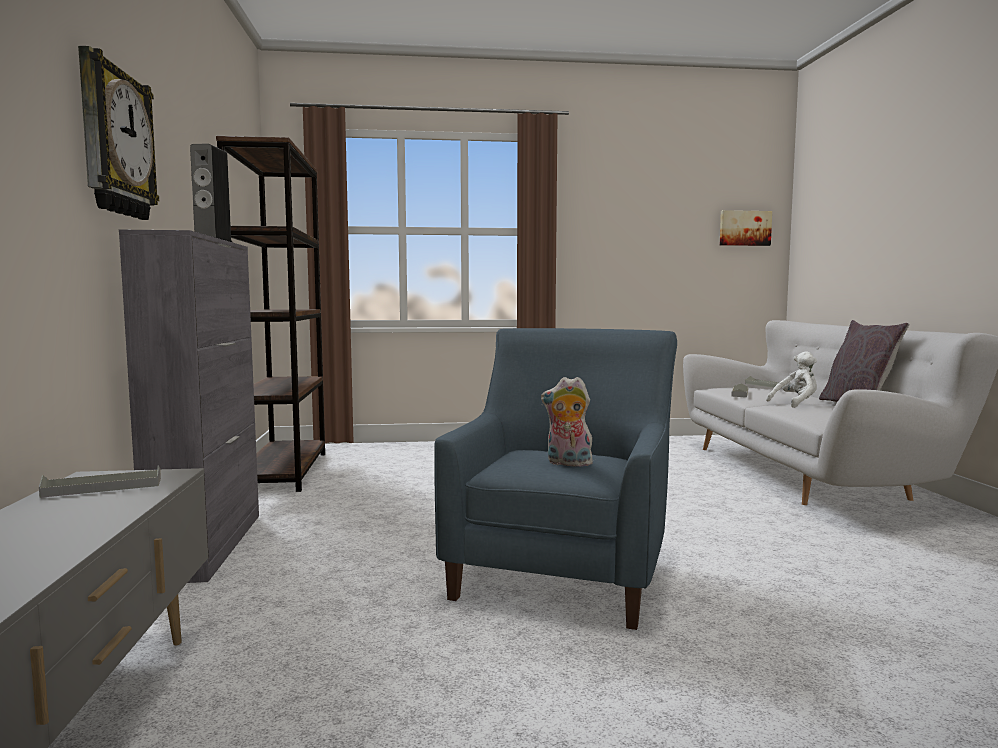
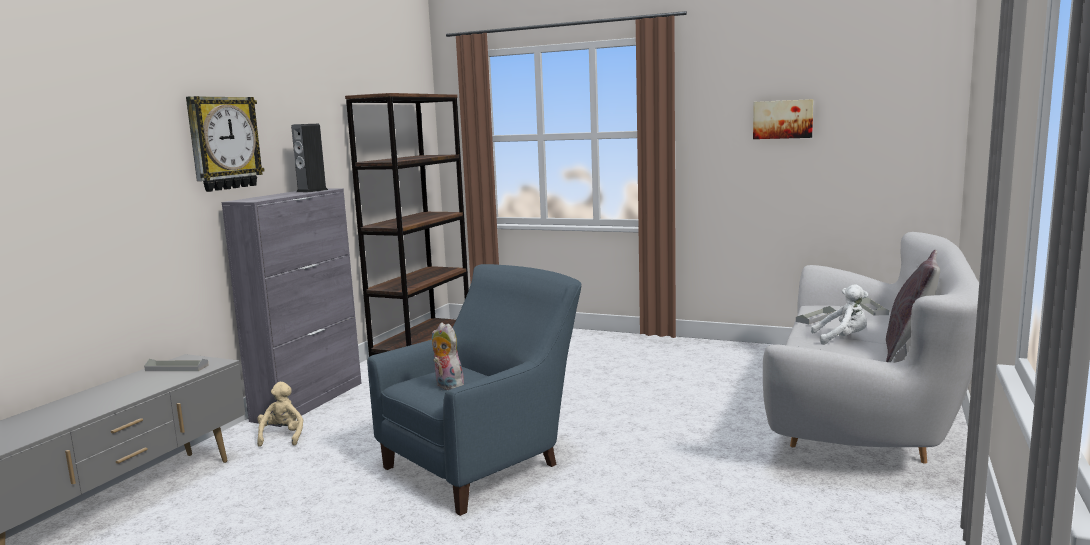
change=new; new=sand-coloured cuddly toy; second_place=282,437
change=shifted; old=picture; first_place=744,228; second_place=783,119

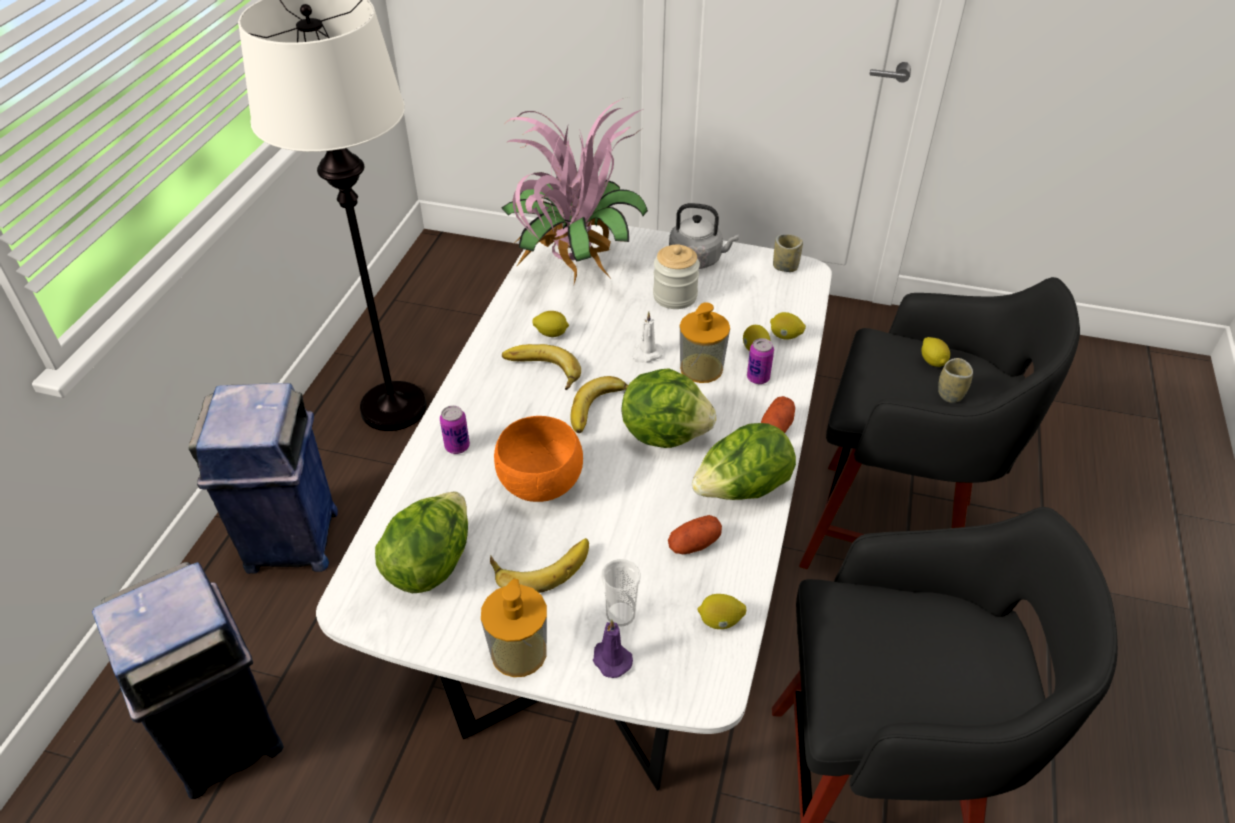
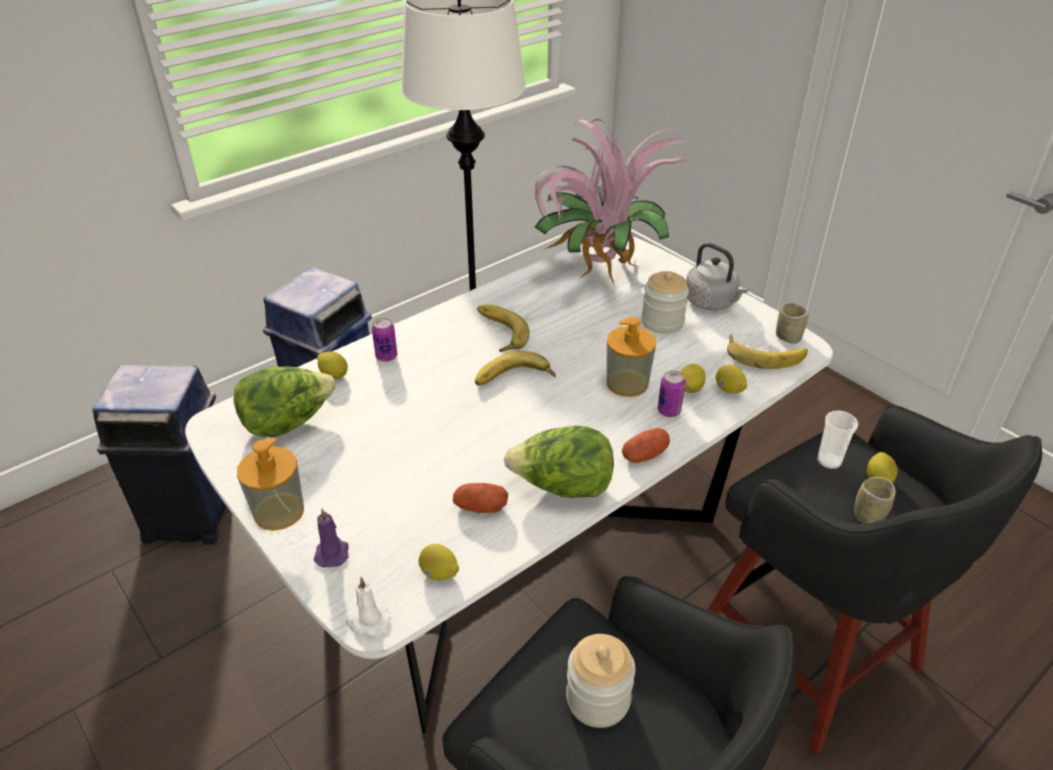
change=gone; old=orange-coloured deep dish; first_place=541,486
change=gone; old=lettuce head; first_place=665,432
change=new; new=preserve jar; second_place=598,699
change=shifted; old=whole banana; first_place=541,564; second_place=764,354
change=shifted; old=citrus fruit; first_place=551,334; second_place=334,375
change=shifted; old=small cup; first_place=620,614; second_place=829,461
change=shifted; old=whitish wax candle; first_place=646,354; second_place=368,622

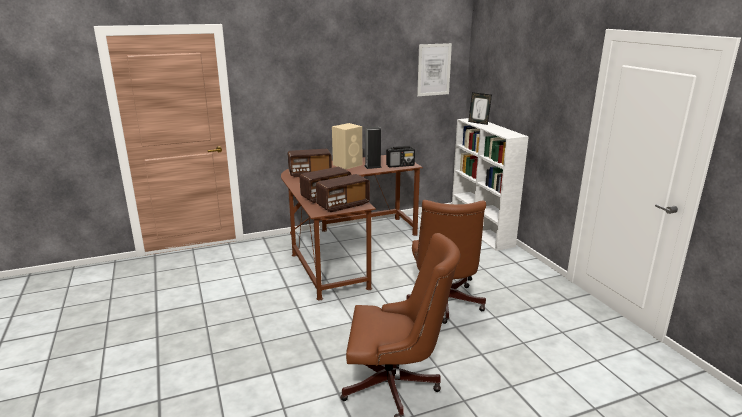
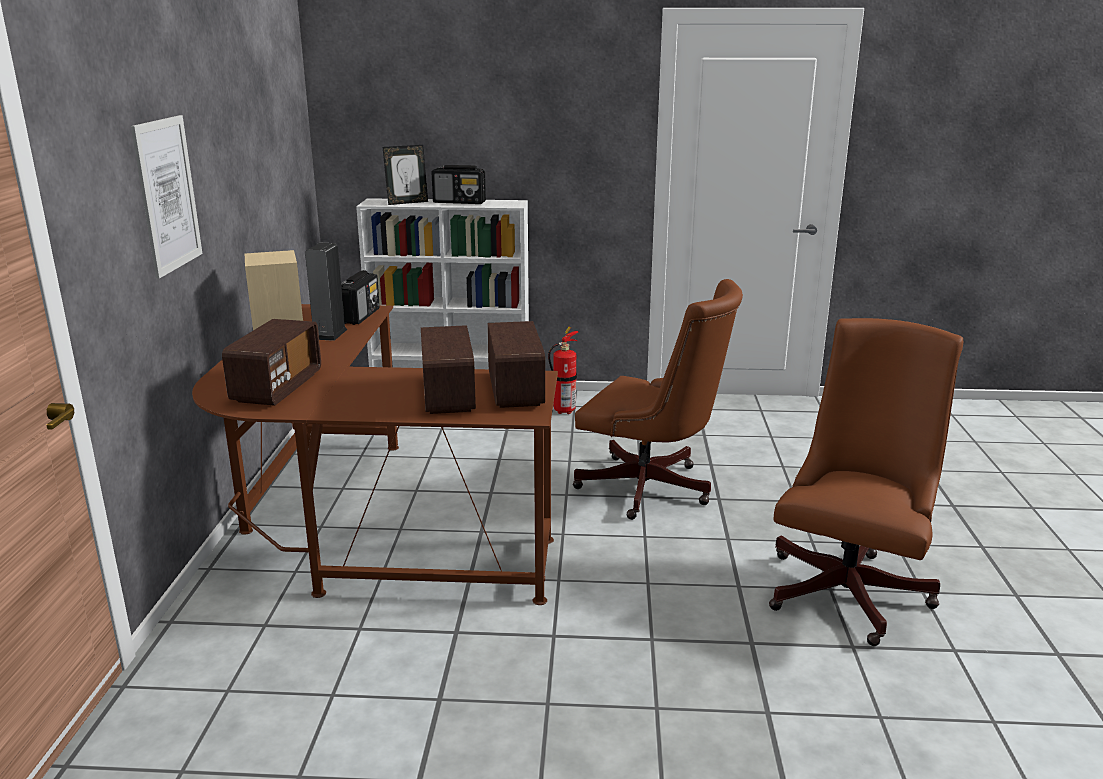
change=new; new=radio set; second_place=460,202
change=new; new=extinguisher; second_place=562,412
change=shifted; old=picture; first_place=434,69; second_place=167,195

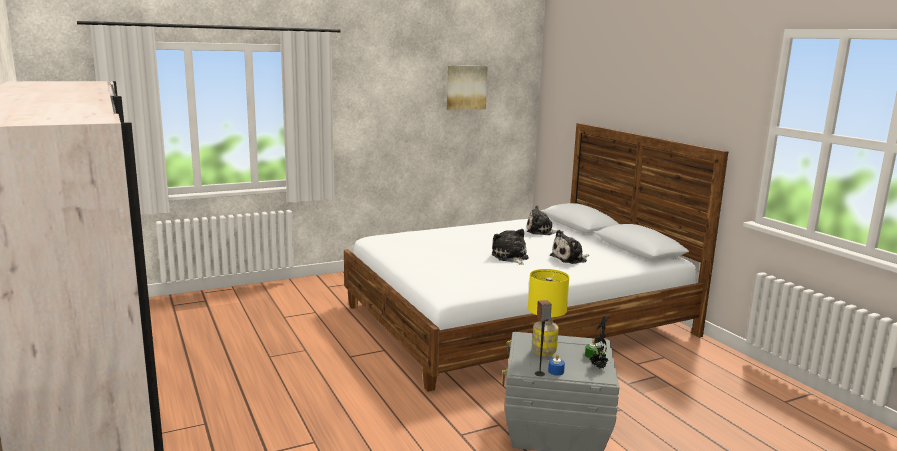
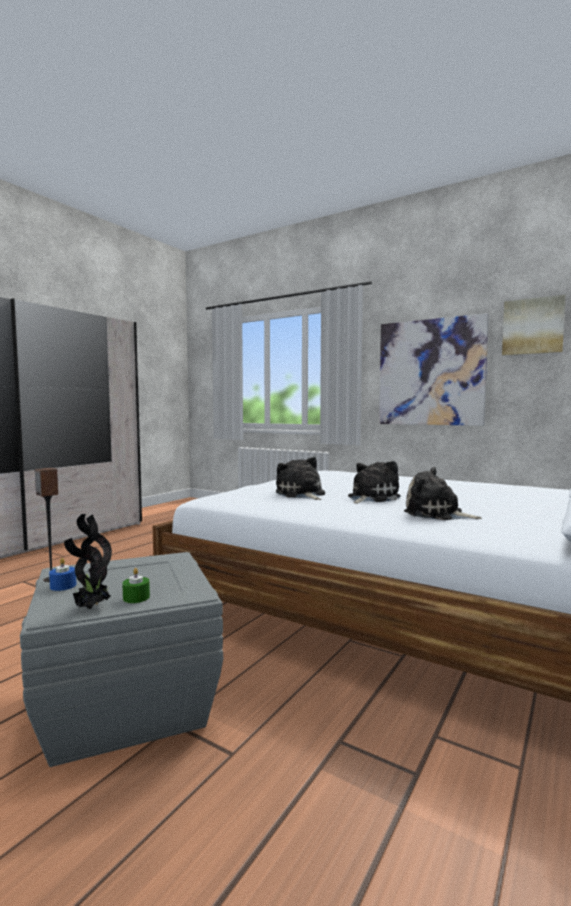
change=gone; old=yellow-coloured tabletop lamp; first_place=544,352
change=new; new=picture; second_place=430,372
change=shifted; old=cuddly toy; first_place=541,231; second_place=301,494

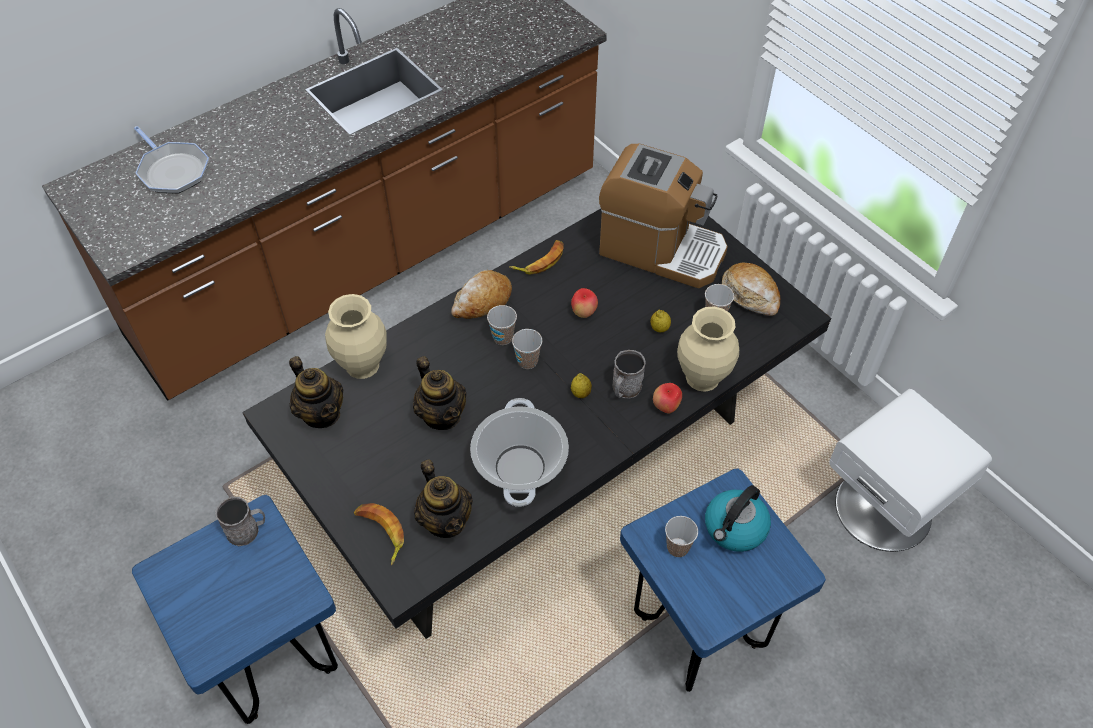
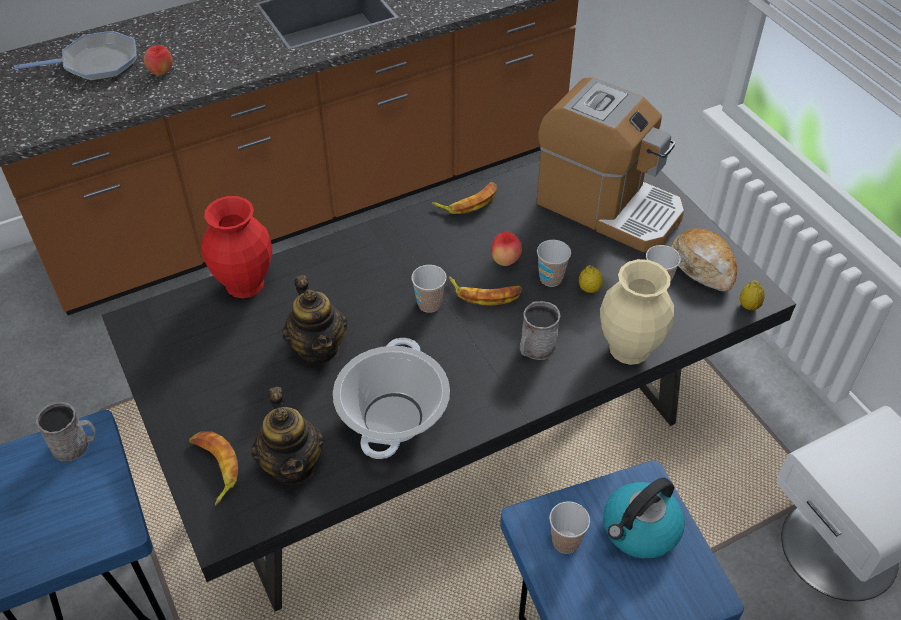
change=gone; old=tea pot; first_place=321,413
change=gone; old=bakery bread; first_place=482,302
change=new; new=whole banana; second_place=485,294
change=shifted; old=small cup; first_place=503,337; second_place=551,278
change=shifted; old=citrus fruit; first_place=580,393; second_place=749,306
change=shifted; old=apple; first_place=666,407; second_place=161,73
change=repainted; old=sand-coloured vase; new=red vase; first_place=364,365; second_place=246,284
change=rotated; old=pan; first_place=172,170; second_place=96,63; degrees=-75

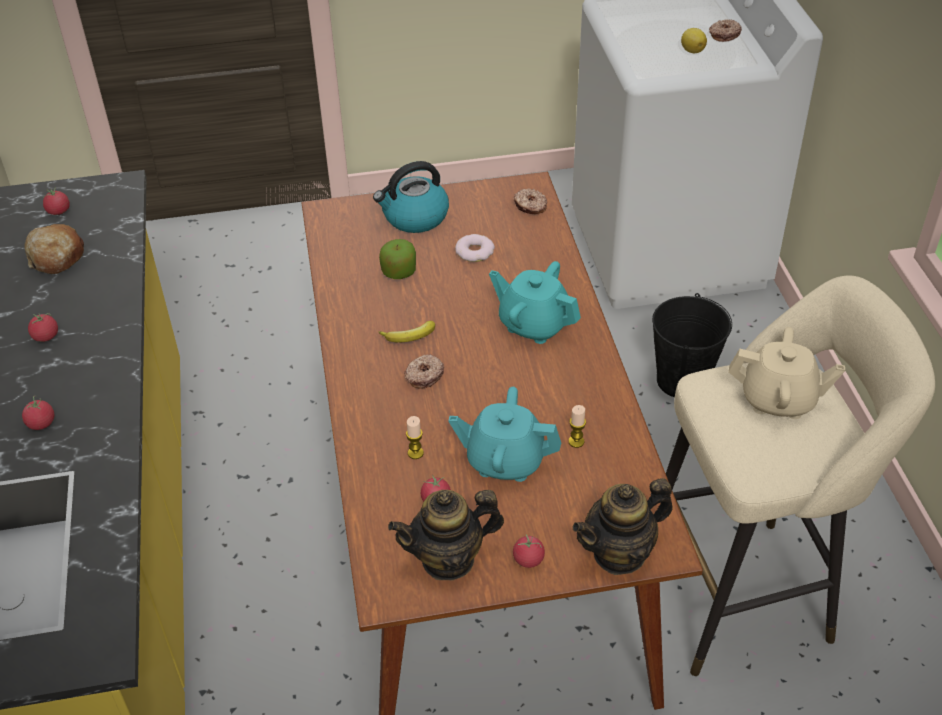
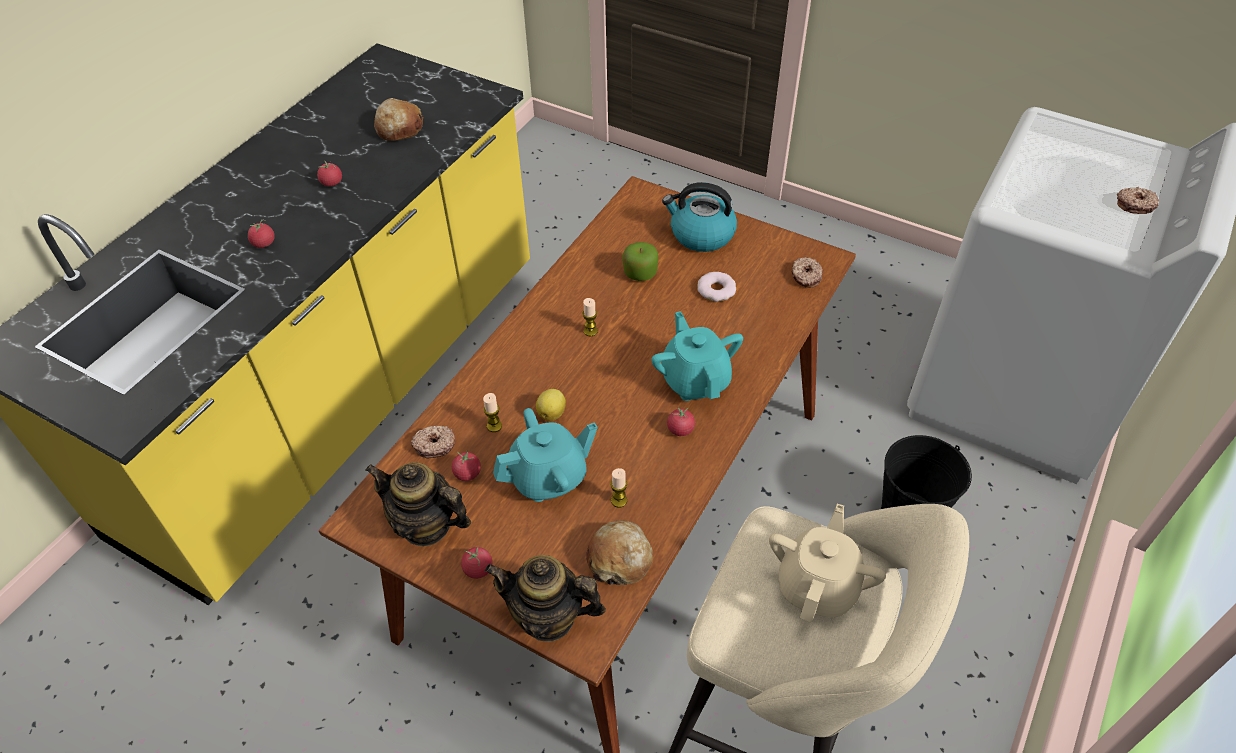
change=new; new=bakery bread; second_place=620,559
change=shifted; old=whole tomato; first_place=59,211; second_place=680,429
change=shifted; old=doughnut; first_place=424,375; second_place=434,445
change=shifted; old=citrus fruit; first_place=692,50; second_place=552,413
change=swapped; old=whole banana; new=wax candle; first_place=410,337; second_place=590,331
change=rotated; old=turquoise-coloured tea pot; first_place=504,460; second_place=549,477; degrees=105
change=rotated; old=sand-coloured tea pot; first_place=778,400; second_place=818,585; degrees=-120

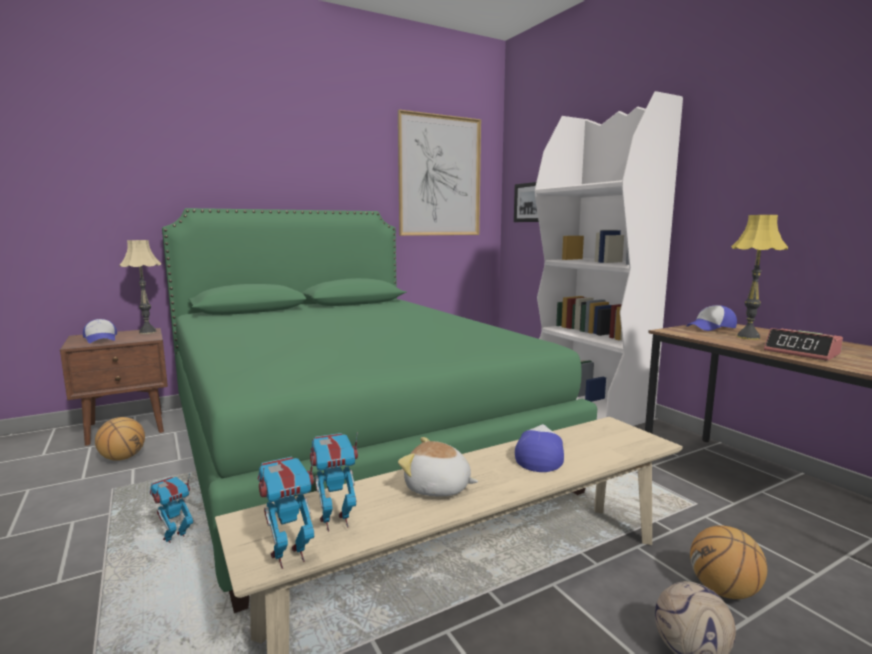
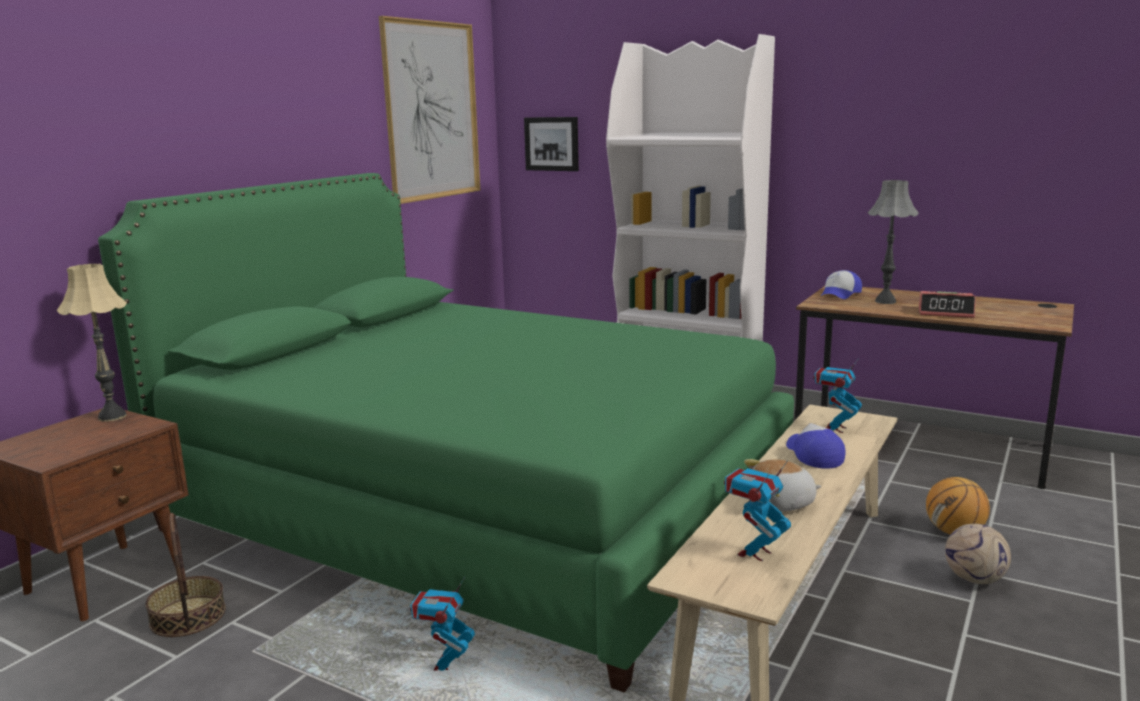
change=gone; old=peaked cap; first_place=101,339
change=shifted; old=robot figure; first_place=289,556; second_place=834,429
change=swapped; old=basketball ball; new=storage basket; first_place=122,458; second_place=188,616
change=repainted; old=yellow-coloured tabletop lamp; new=grey tabletop lamp; first_place=748,337; second_place=885,301

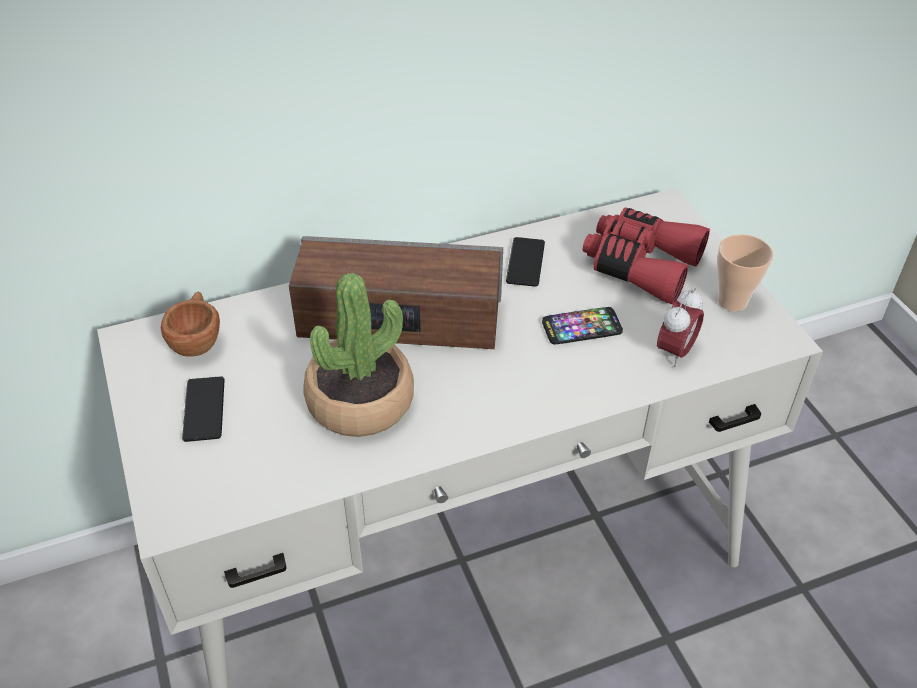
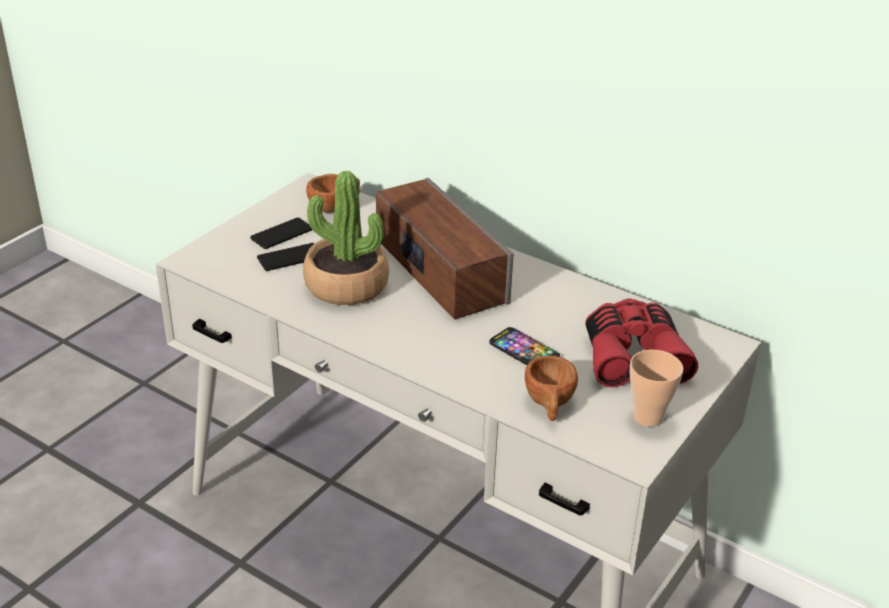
change=shifted; old=handset; first_place=525,262; second_place=290,258
change=swapped; old=table clock; new=brown-coloured small cup; first_place=675,352; second_place=549,405

